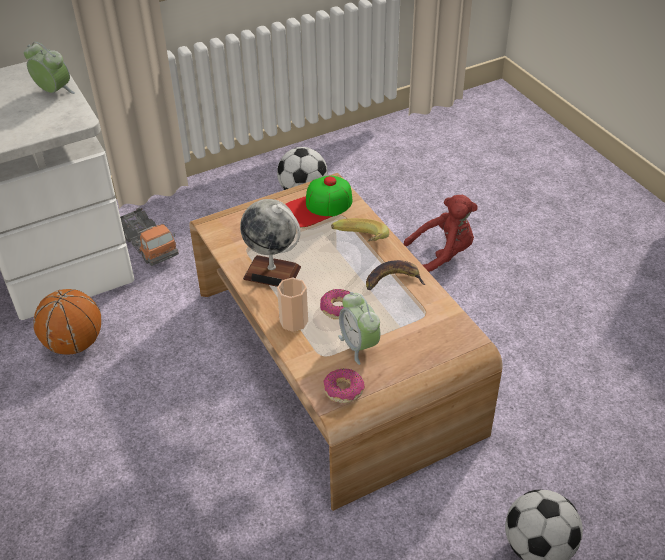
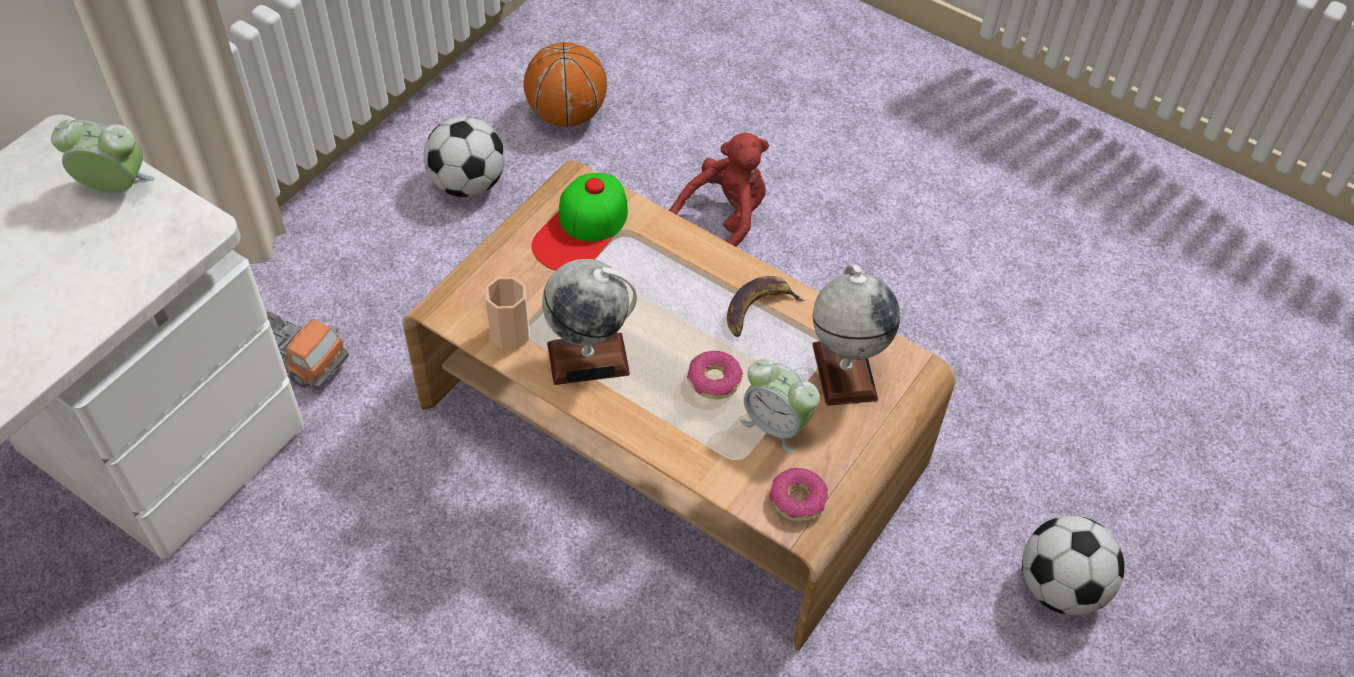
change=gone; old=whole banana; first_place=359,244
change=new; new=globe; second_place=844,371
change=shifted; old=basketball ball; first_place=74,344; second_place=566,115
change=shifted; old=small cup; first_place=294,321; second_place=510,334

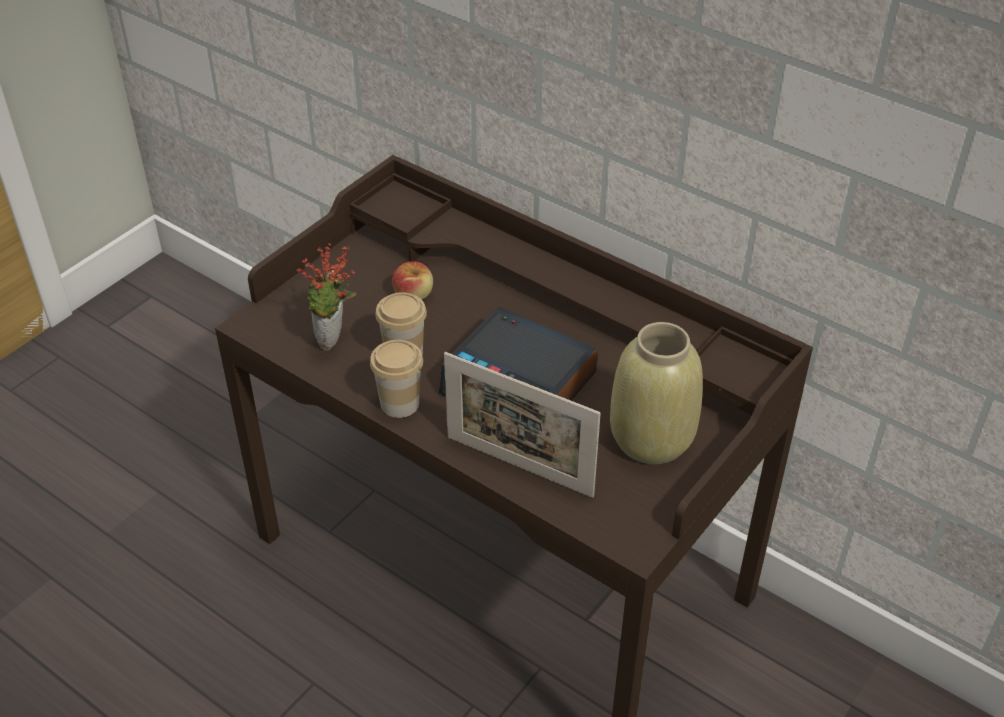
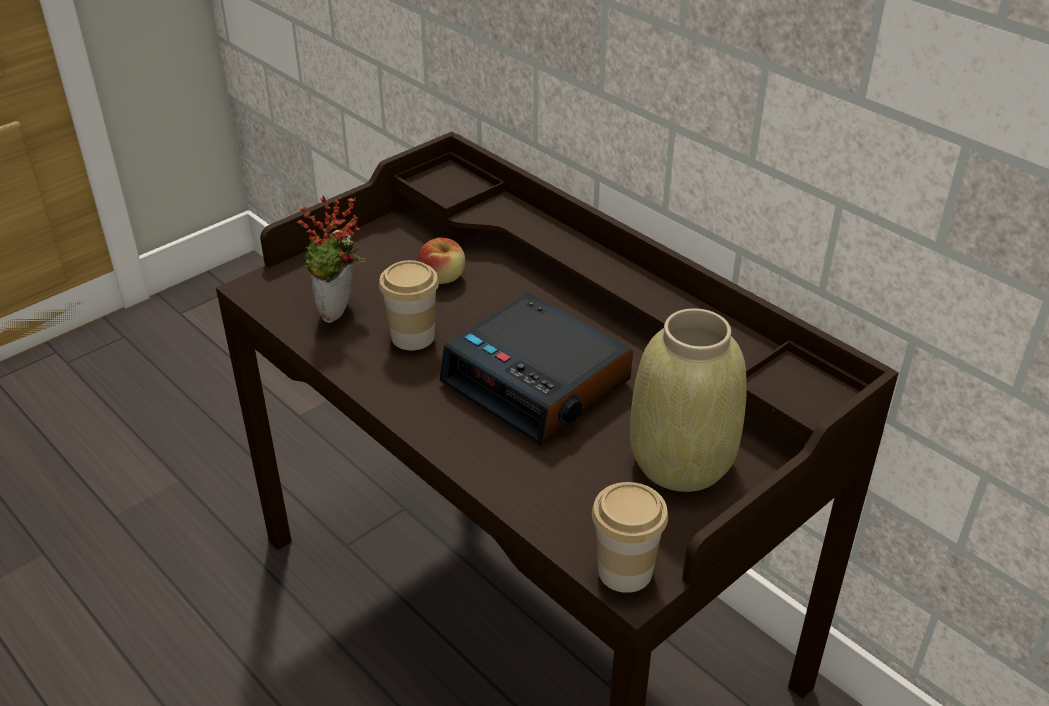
change=gone; old=standing frame; first_place=519,466
change=shifted; old=small cup; first_place=399,403; second_place=625,571

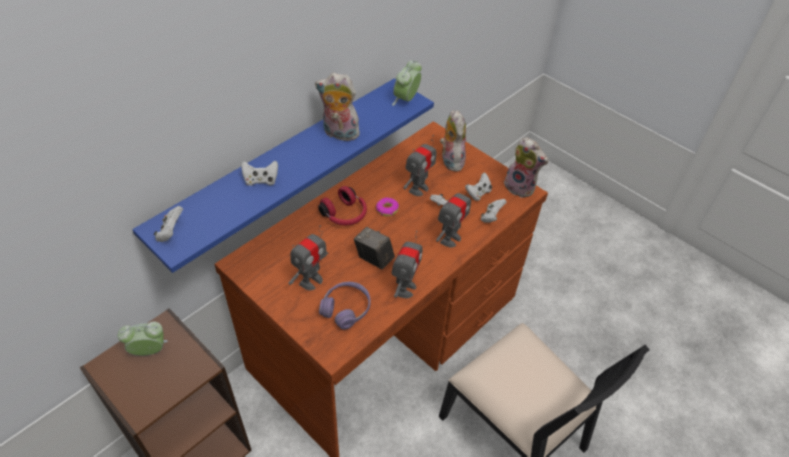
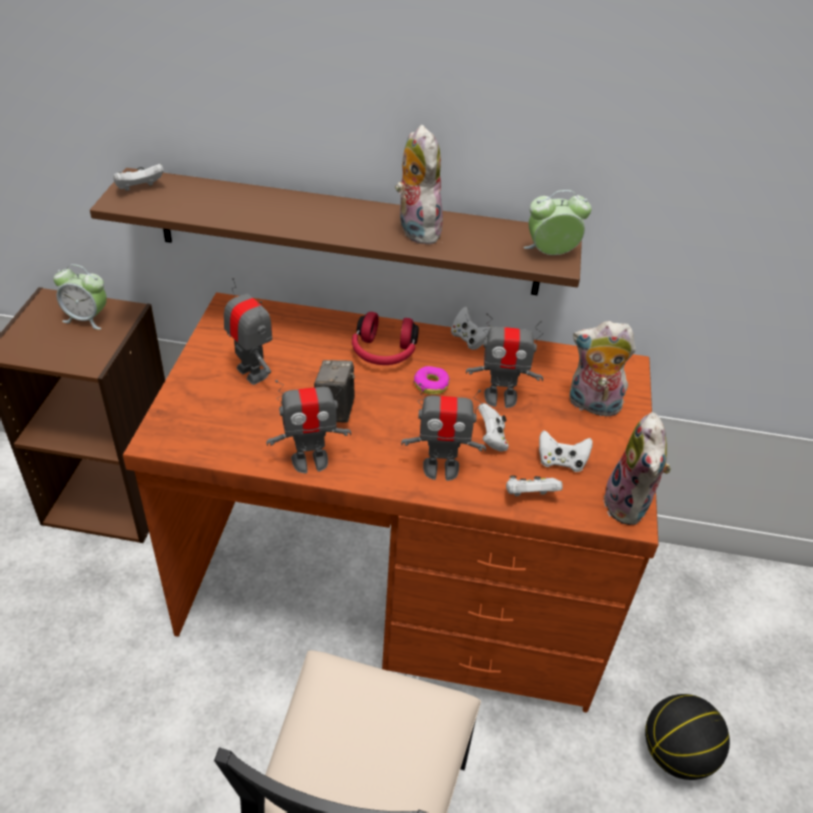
change=gone; old=purple-coloured headset; first_place=346,309
change=new; new=basketball ball; second_place=675,754
change=shifted; old=whitish gamepad; first_place=261,180; second_place=469,339
change=repainted; old=blue-coloured wall shelf; new=brown-coloured wall shelf; first_place=282,165; second_place=348,233
change=rotated; old=table clock; first_place=149,351; second_place=87,318; degrees=150
change=rotated; old=robot figure; first_place=311,281; second_place=252,373; degrees=-135
change=rotated; old=cuddly toy; first_place=450,160; second_place=592,405; degrees=-120

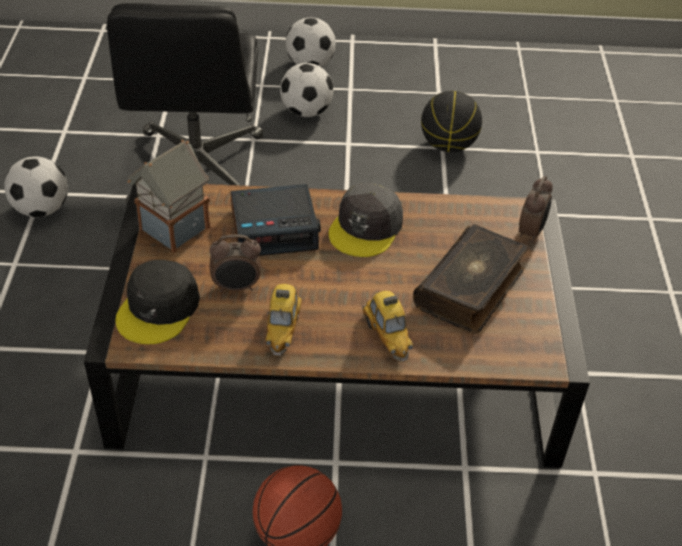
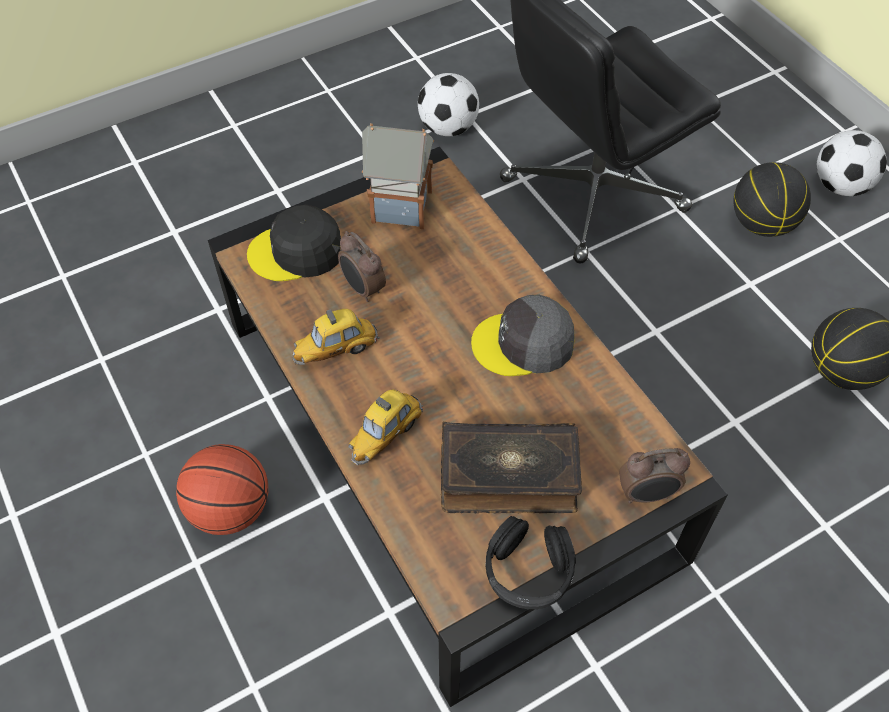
change=gone; old=table clock; first_place=275,228
change=new; new=blackish headset; second_place=528,571
change=swapped; old=football; new=basketball ball; first_place=306,112; second_place=762,224

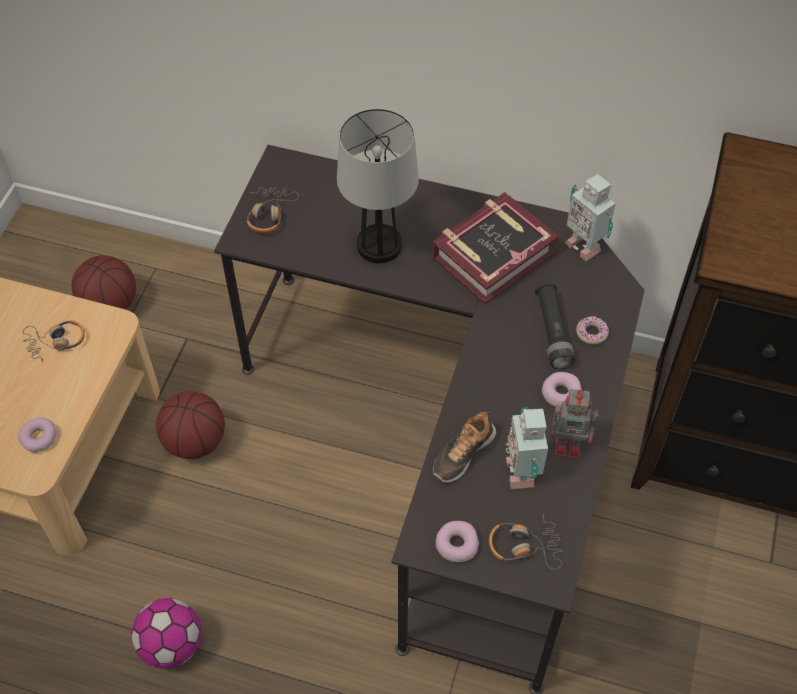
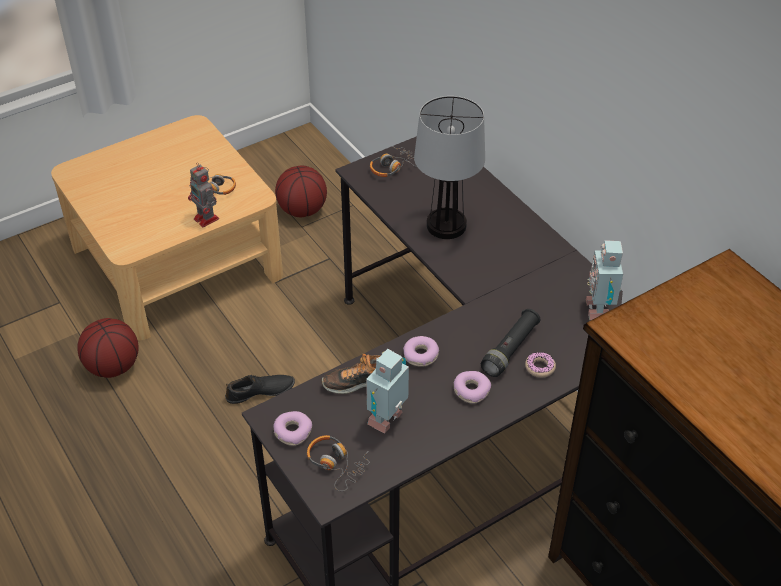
change=gone; old=football; first_place=172,645
change=gone; old=book; first_place=493,254
change=new; new=blackish low shoe; second_place=260,392
change=shifted; old=doughnut; first_place=39,438; second_place=421,355
change=shifted; old=basketball ball; first_place=195,441; second_place=113,366
change=shifted; old=robot figure; first_place=570,445; second_place=207,219

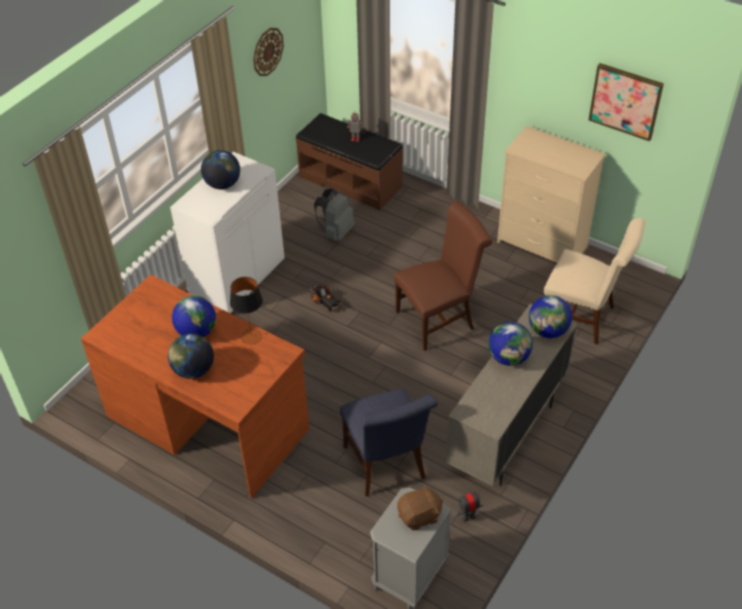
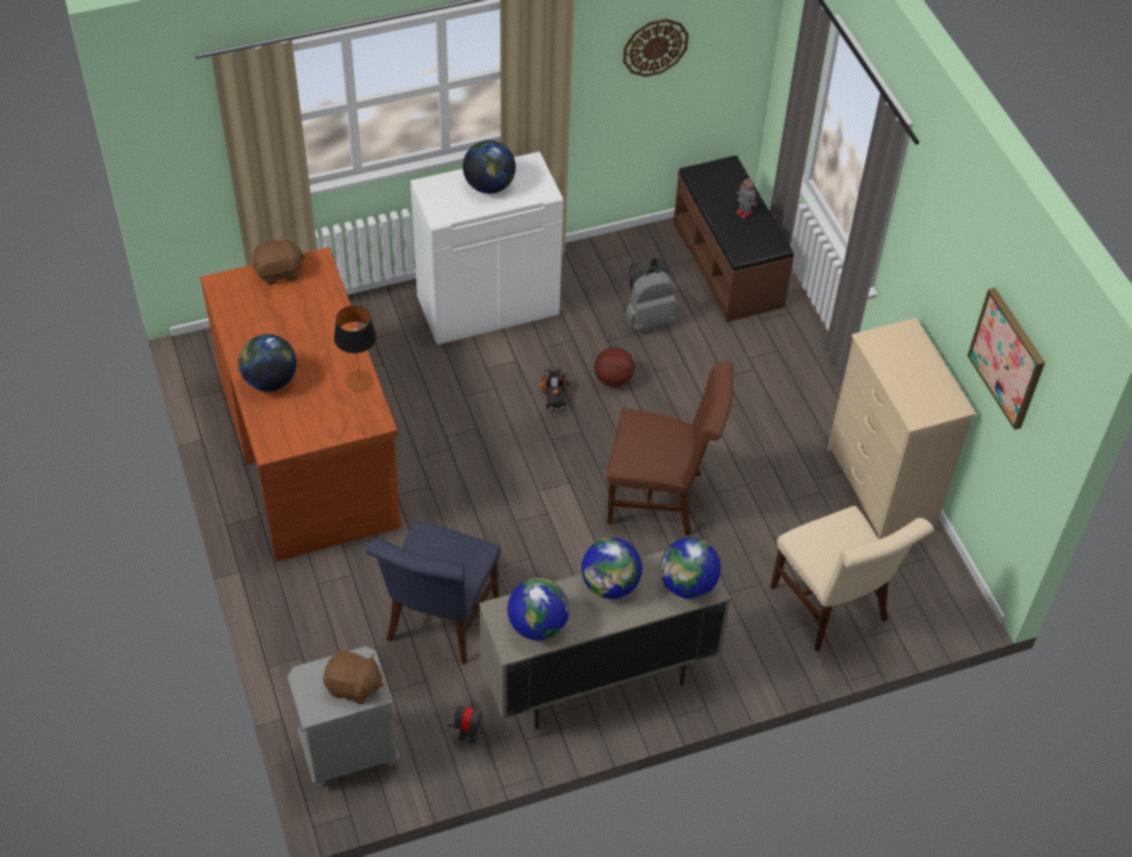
change=new; new=brown-coloured cuddly toy; second_place=279,272
change=new; new=basketball ball; second_place=613,379
change=shifted; old=globe; first_place=196,331; second_place=537,625

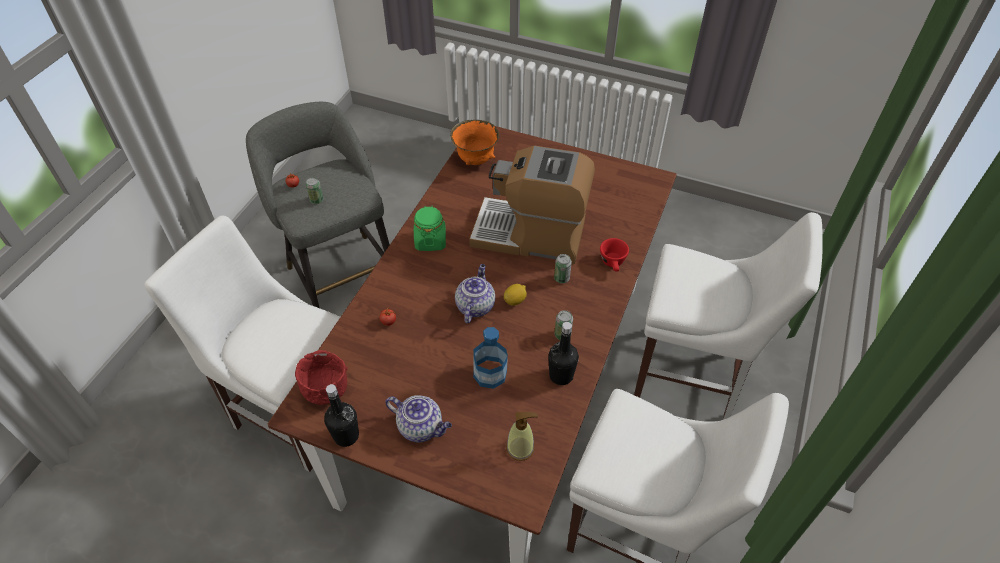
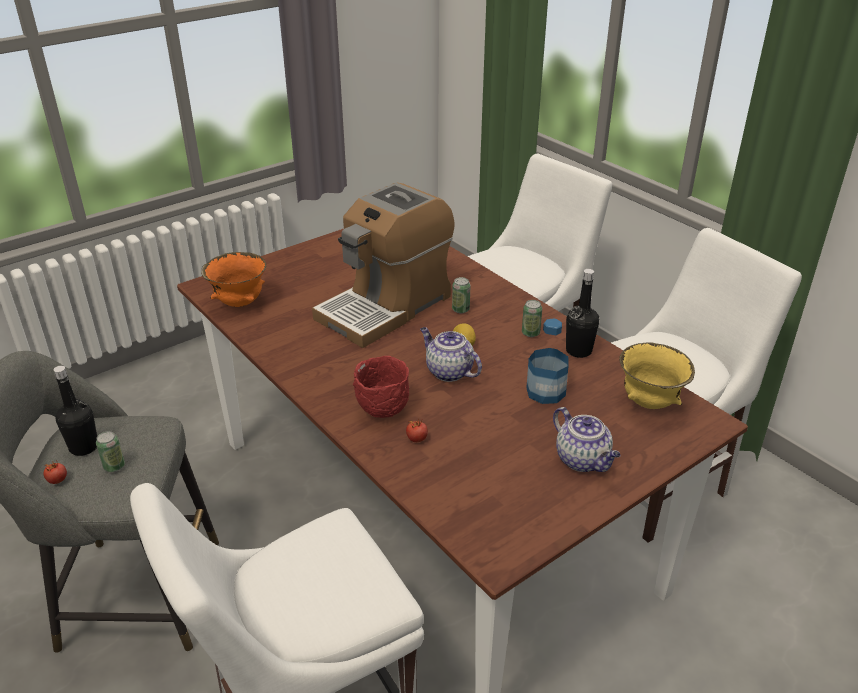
change=gone; old=green preserve jar; first_place=430,241
change=gone; old=red small cup; first_place=613,264
change=shifted; old=red deep dish; first_place=326,391; second_place=381,410
change=shifted; old=blackish bottle; first_place=346,436; second_place=84,447
change=swapped; old=liquid soap bottle; new=yellow-coloured deep dish; first_place=520,448; second_place=648,403
change=rotated; old=tea pot; first_place=421,427; second_place=583,460; degrees=90

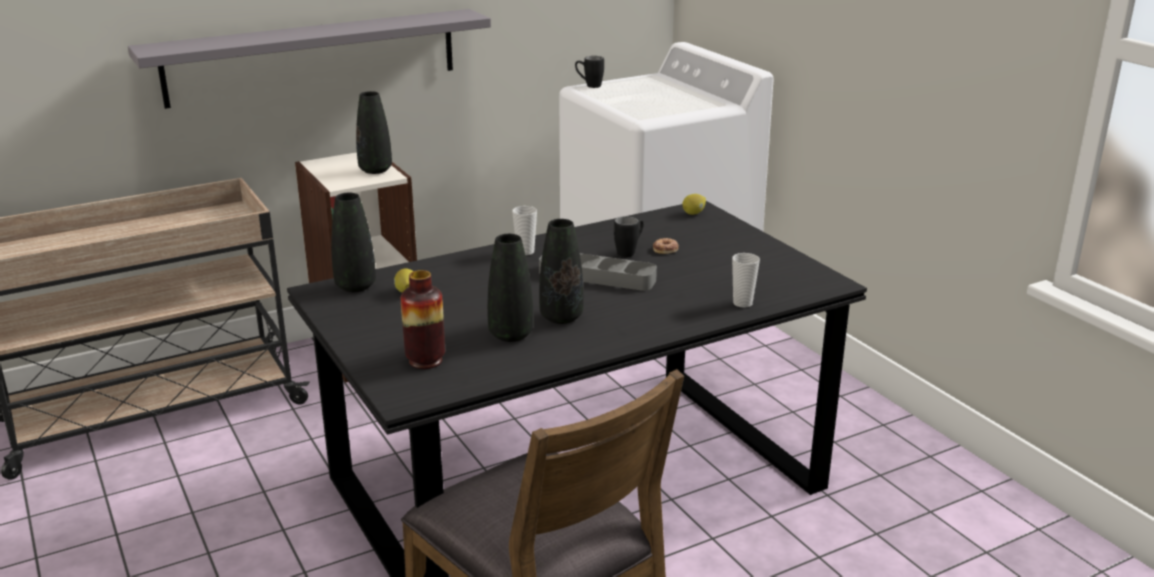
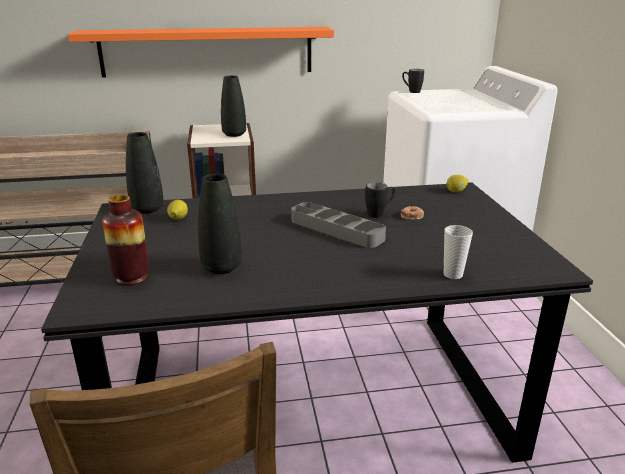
change=gone; old=small cup; first_place=525,252
change=gone; old=blackish vase; first_place=561,317
change=repainted; old=grey wall shelf; new=orange-coloured wall shelf; first_place=313,57; second_place=207,51

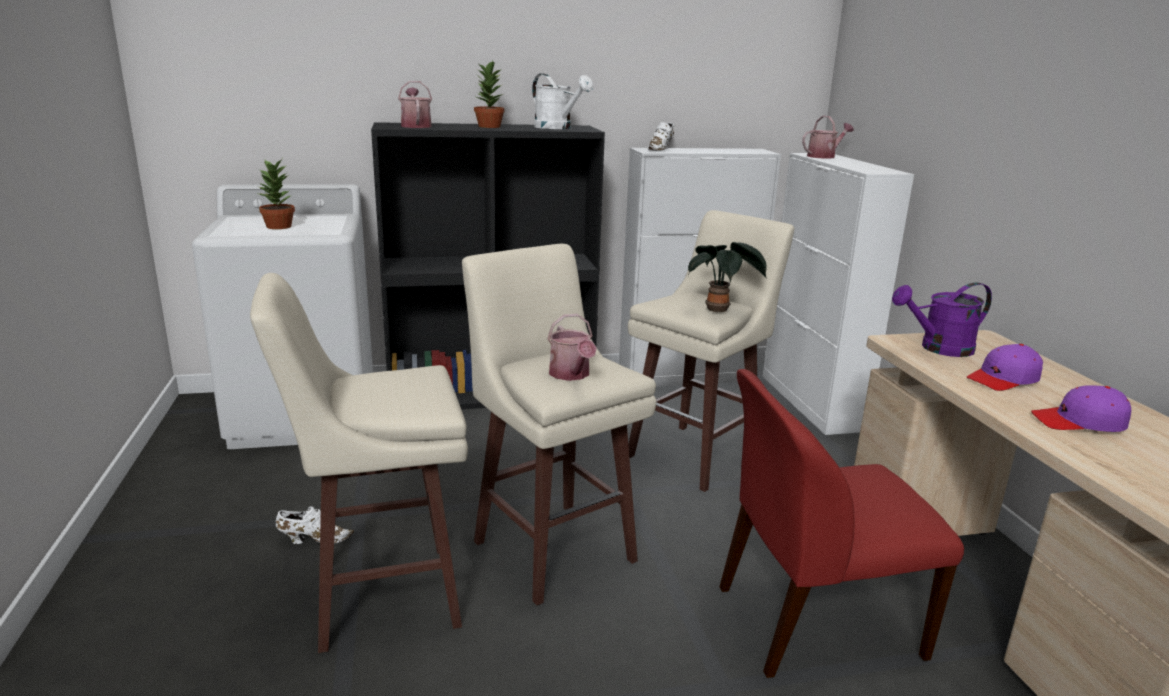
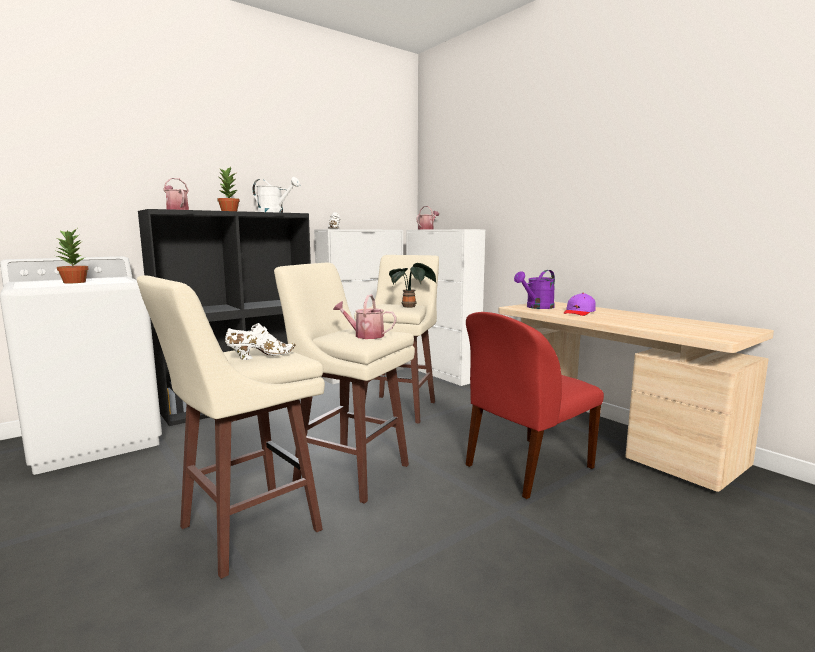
change=gone; old=purple-coloured peaked cap; first_place=1079,422
change=shifted; old=whitish low shoe; first_place=313,540; second_place=259,356
change=rotated; old=watering pot; first_place=571,375; second_place=365,335; degrees=150

